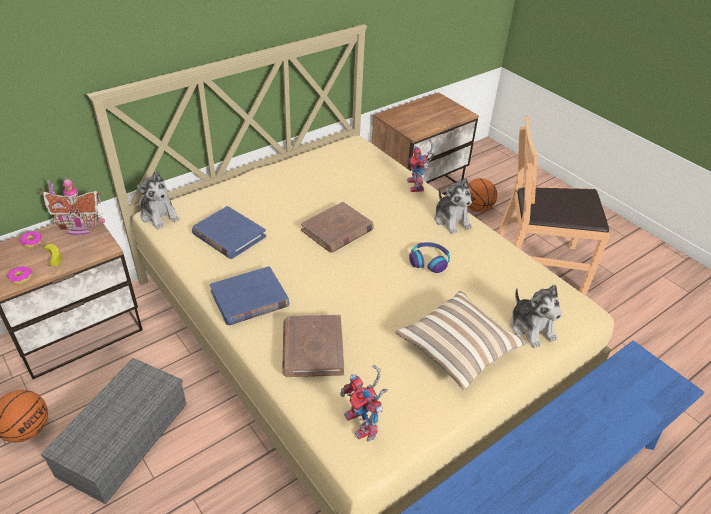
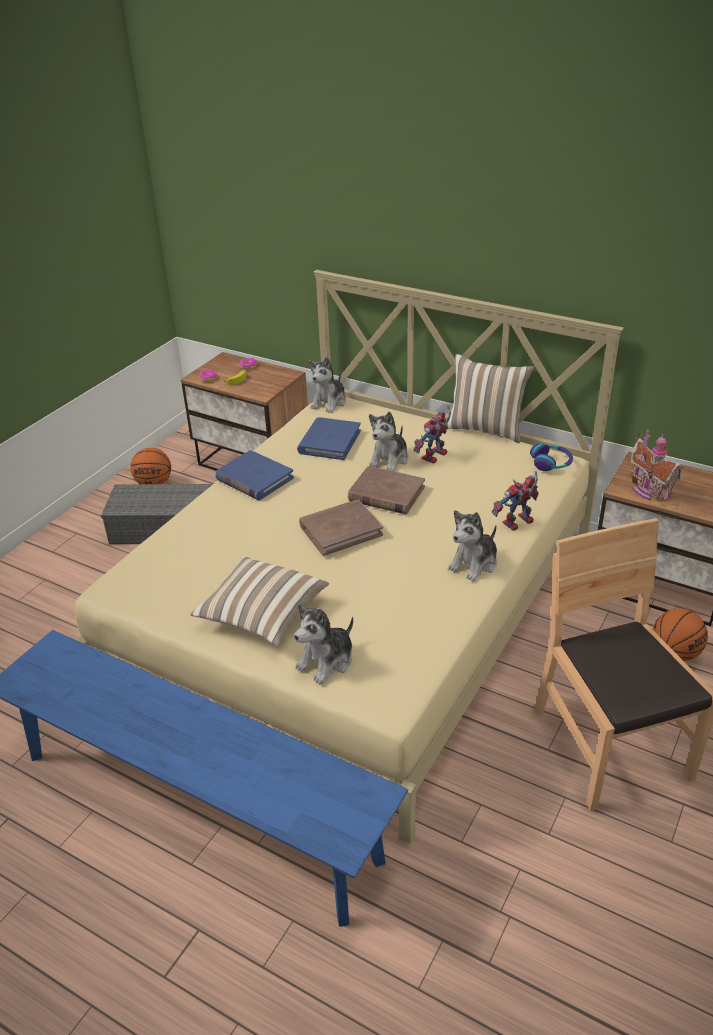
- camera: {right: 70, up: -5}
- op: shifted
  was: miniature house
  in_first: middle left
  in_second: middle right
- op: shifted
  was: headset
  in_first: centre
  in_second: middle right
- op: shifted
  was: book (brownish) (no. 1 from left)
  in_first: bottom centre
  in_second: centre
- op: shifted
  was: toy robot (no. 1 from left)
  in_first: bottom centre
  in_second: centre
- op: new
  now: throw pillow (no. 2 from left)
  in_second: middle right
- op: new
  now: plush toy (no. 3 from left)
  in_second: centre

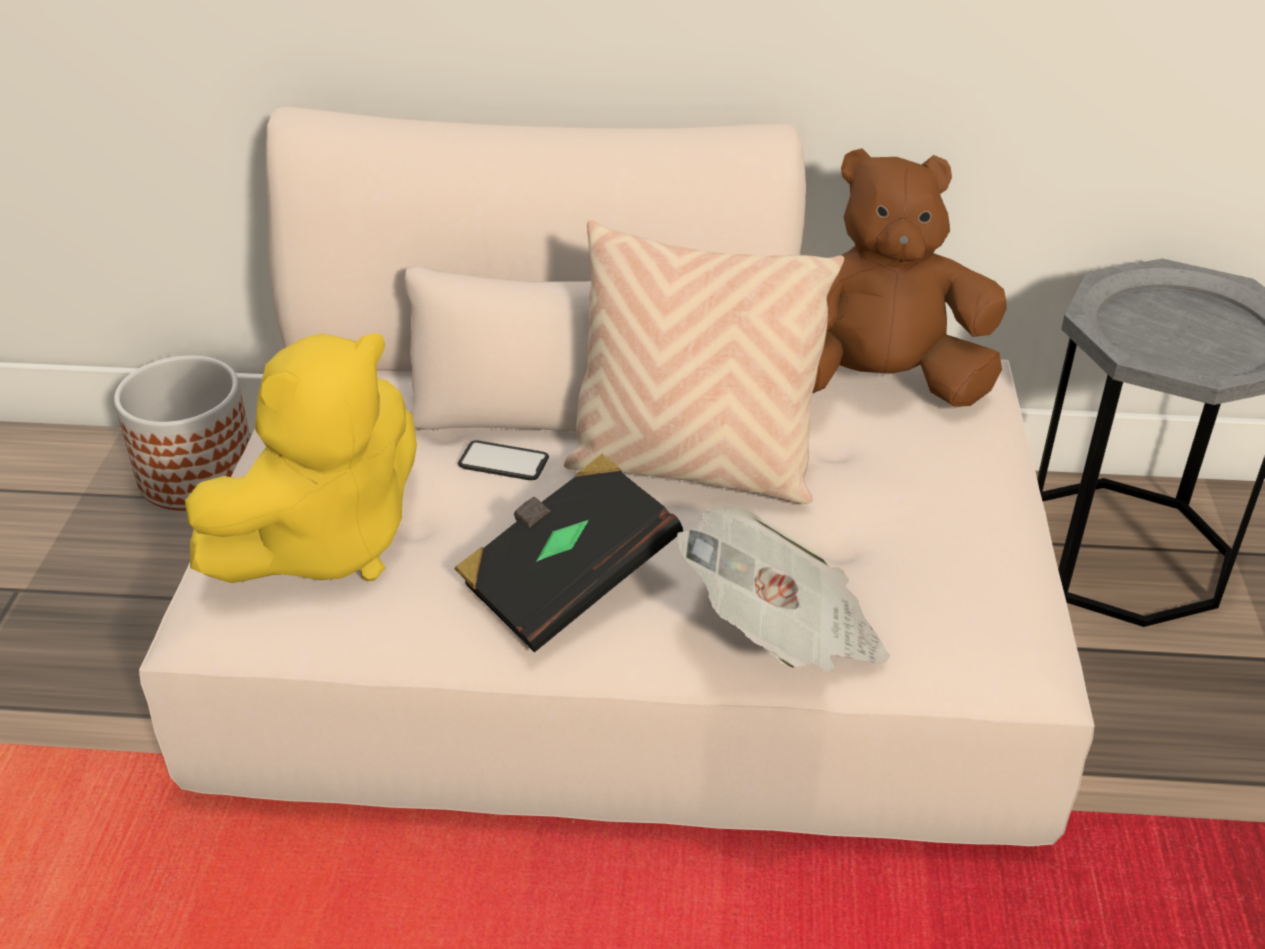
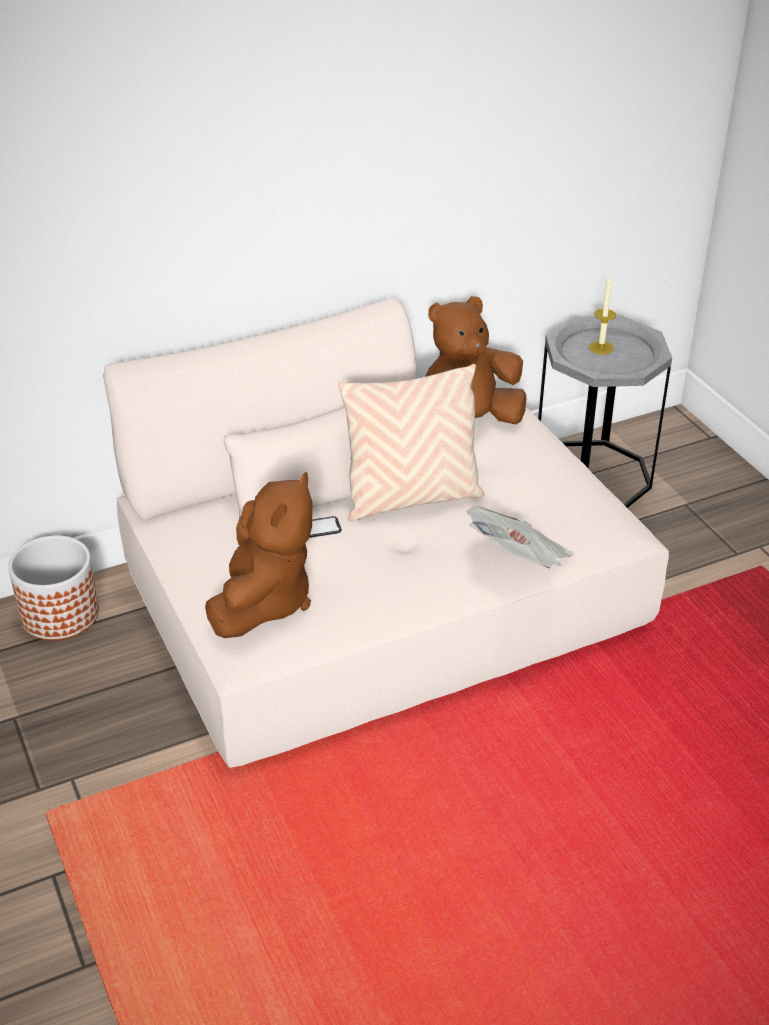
- camera: {right: -30, up: 0}
- op: repainted
  was: plush toy (yellow)
  now: plush toy (brownish) (no. 1 from left)
  in_first: middle left
  in_second: centre
- op: gone
  was: book (black-coloured)
  in_first: centre
- op: new
  now: candle
  in_second: top right

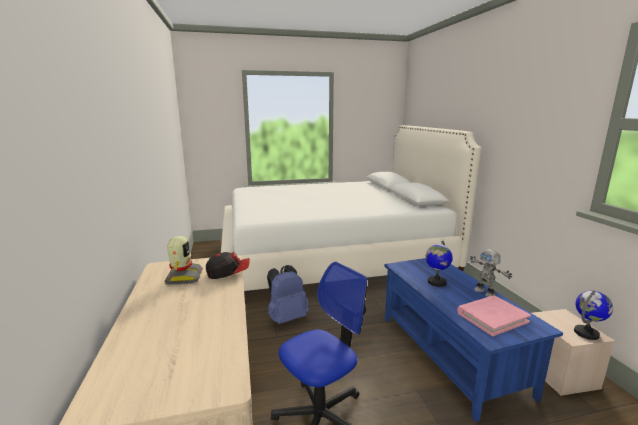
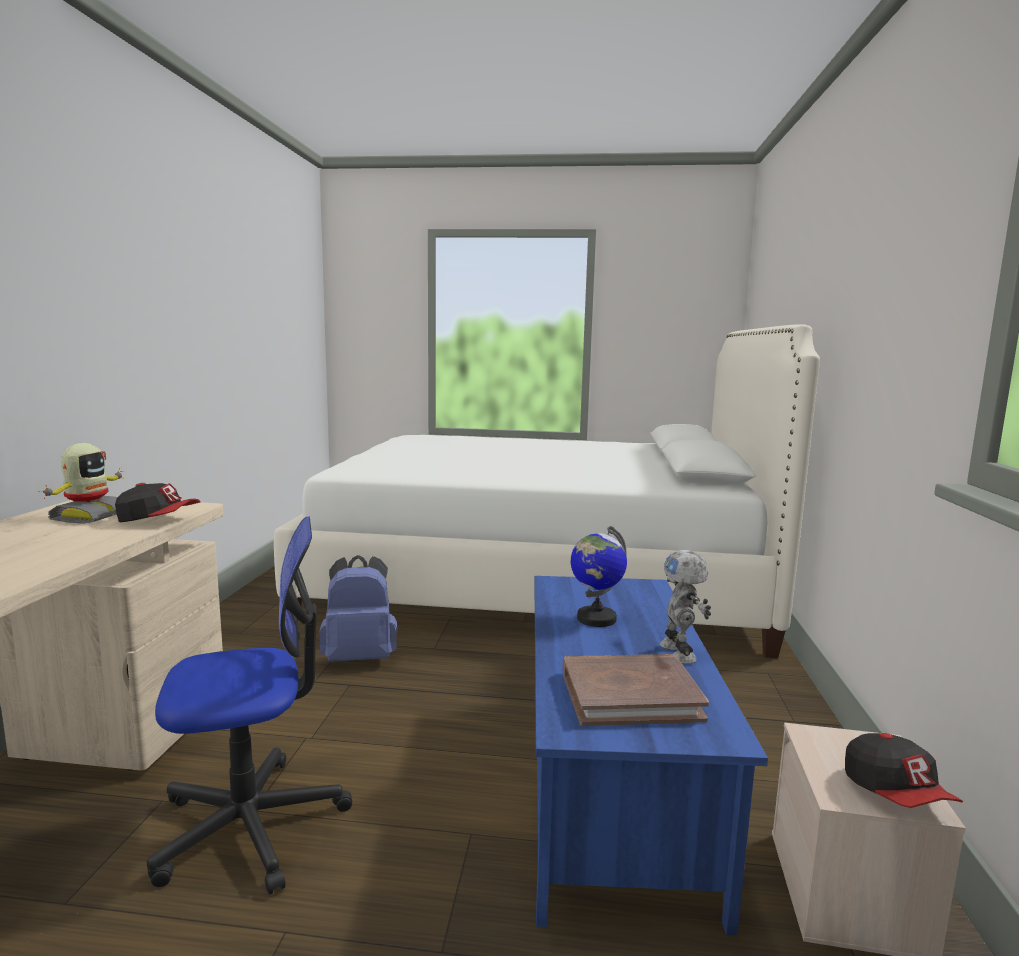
- camera: {right: 20, up: -5}
- op: swapped
  was: desk globe (no. 2 from left)
  now: cap (no. 2 from left)
  in_first: bottom right
  in_second: bottom right
- op: repainted
  was: book (pinkish)
  now: book (brownish)
  in_first: bottom right
  in_second: bottom centre

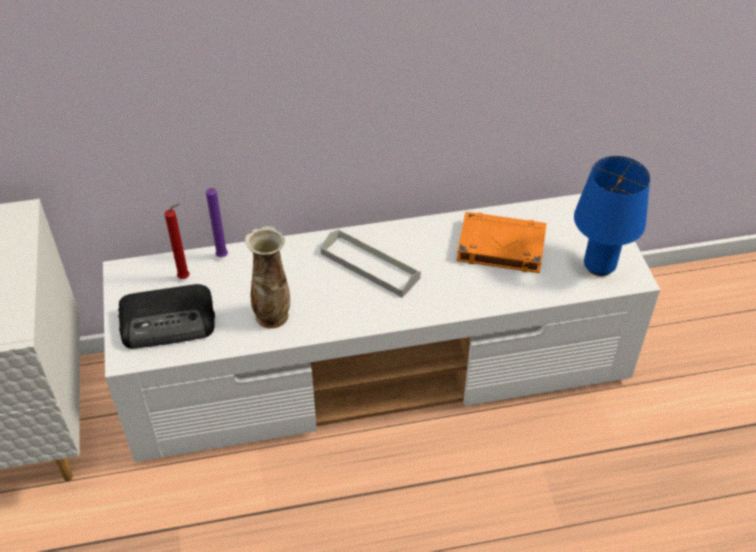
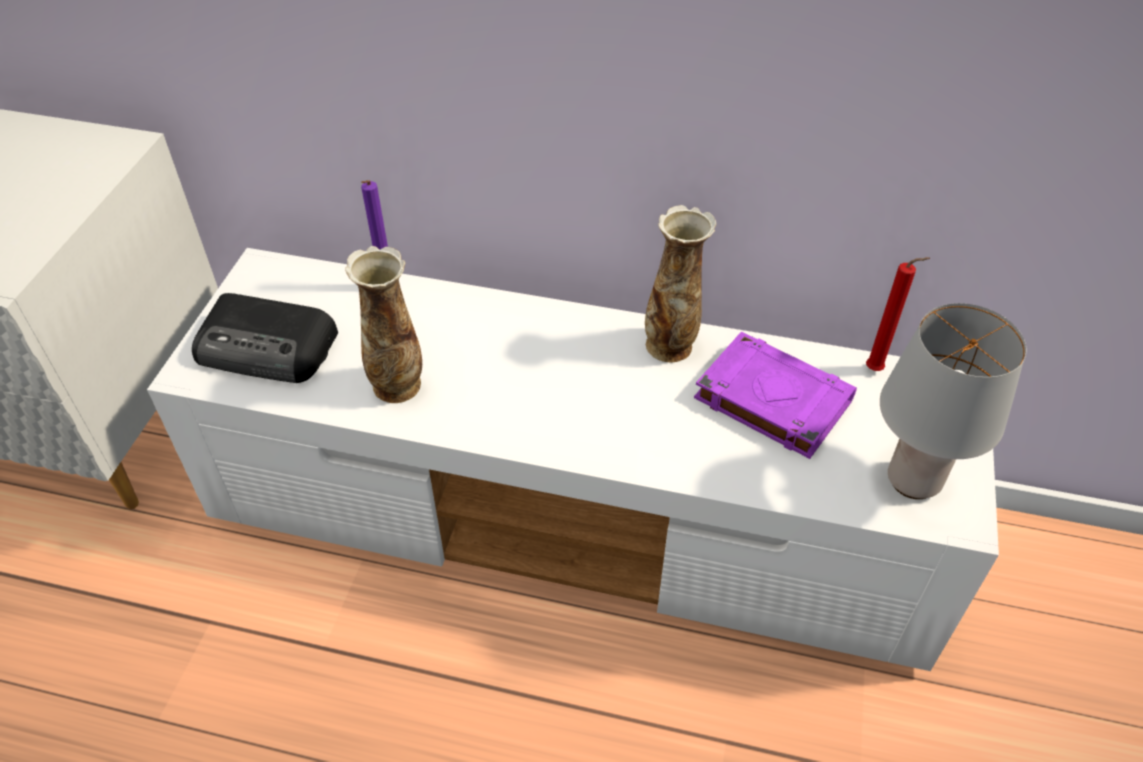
- camera: {right: 25, up: 0}
- op: repainted
  was: tabletop lamp (blue)
  now: tabletop lamp (greyish)
  in_first: middle right
  in_second: middle right
- op: shifted
  was: candle (red-coloured)
  in_first: middle left
  in_second: middle right
- op: repainted
  was: book (orangey)
  now: book (purple-coloured)
  in_first: centre
  in_second: middle right
- op: gone
  was: serving tray (greyish)
  in_first: centre
- op: new
  now: flower vase (no. 2 from left)
  in_second: centre

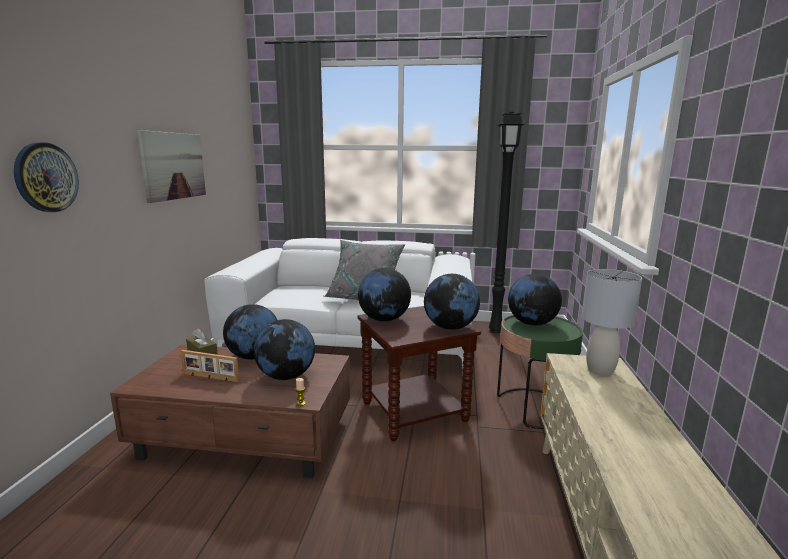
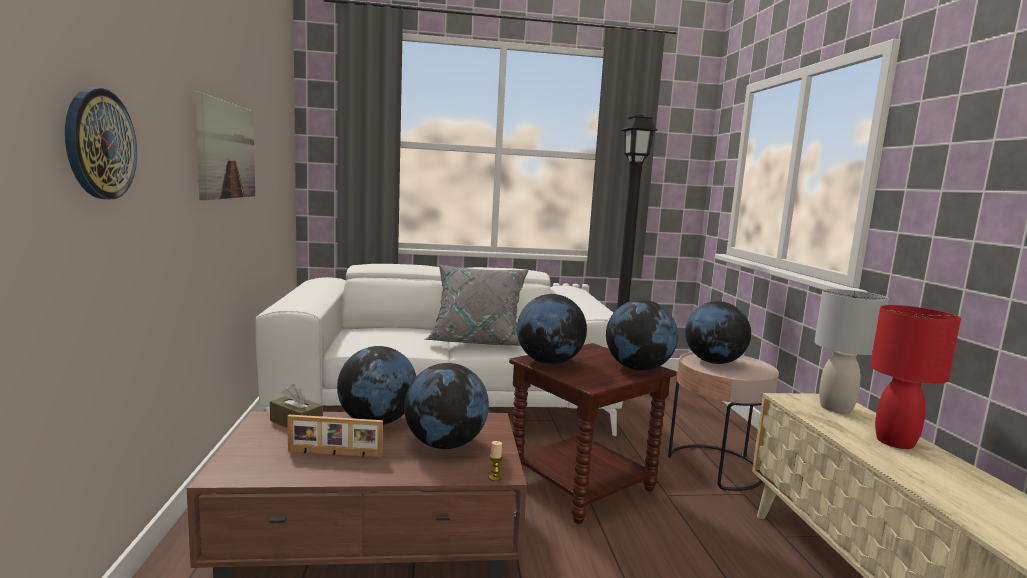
- camera: {right: -15, up: -5}
- op: repainted
  was: accent table (greenish)
  now: accent table (pinkish)
  in_first: middle right
  in_second: bottom right
- op: new
  now: tabletop lamp (red-coloured)
  in_second: middle right

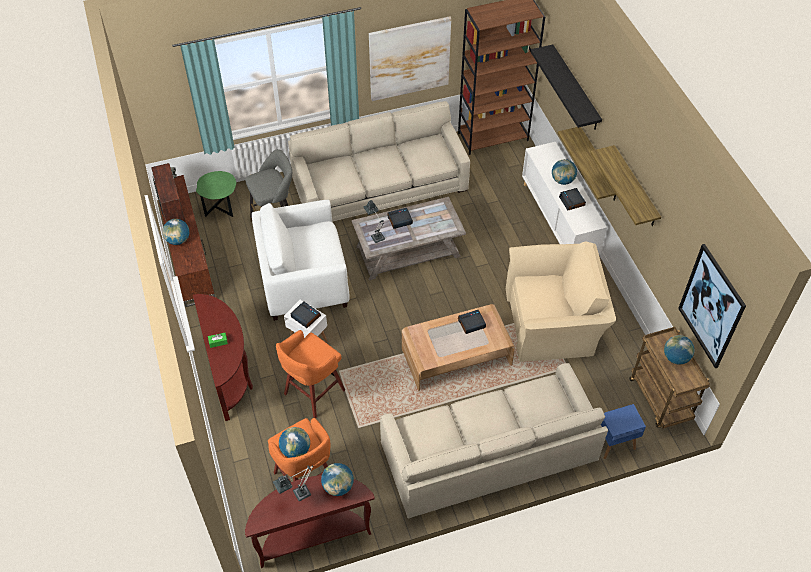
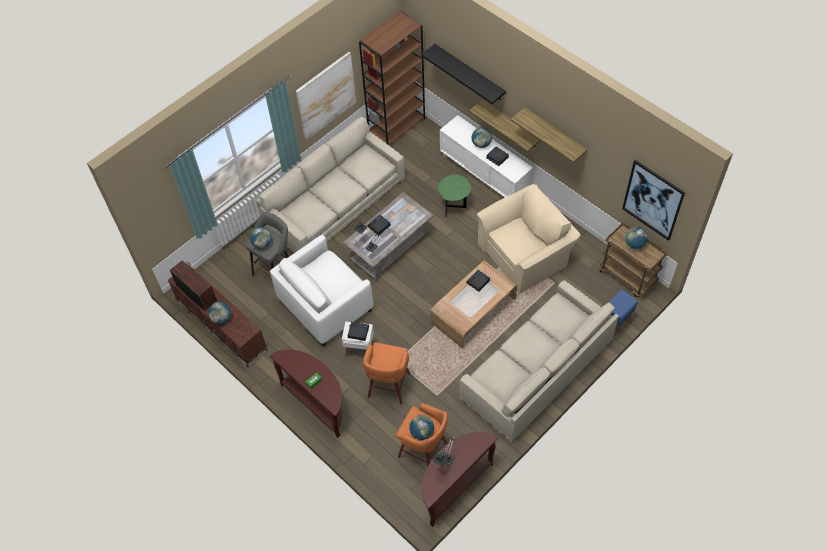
- camera: {right: -25, up: 5}
- op: shifted
  was: accent table (greenish)
  in_first: middle left
  in_second: centre
- op: shifted
  was: desk globe (no. 3 from left in the first image)
  now: desk globe (no. 2 from left)
  in_first: bottom centre
  in_second: middle left

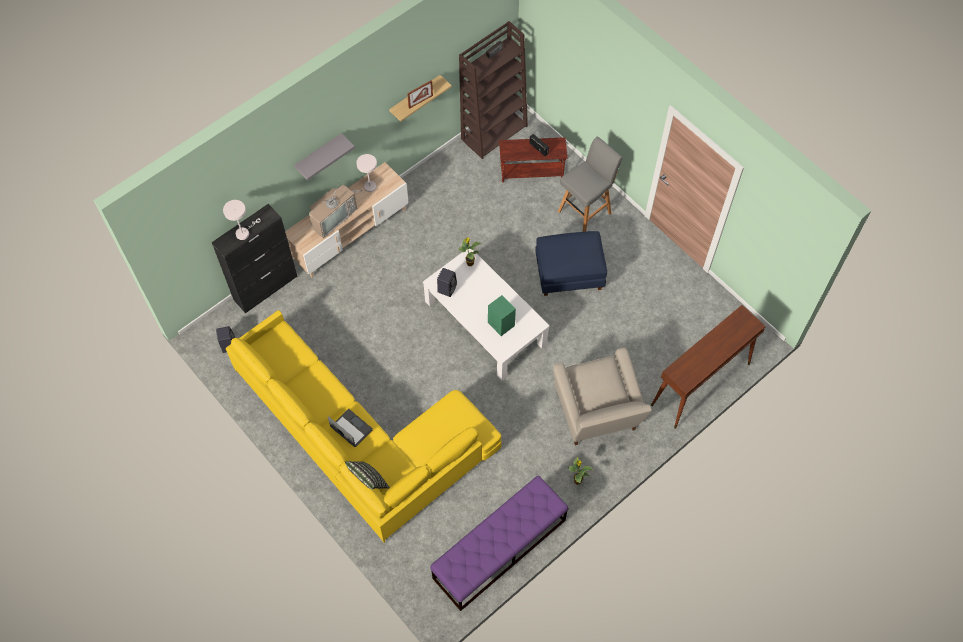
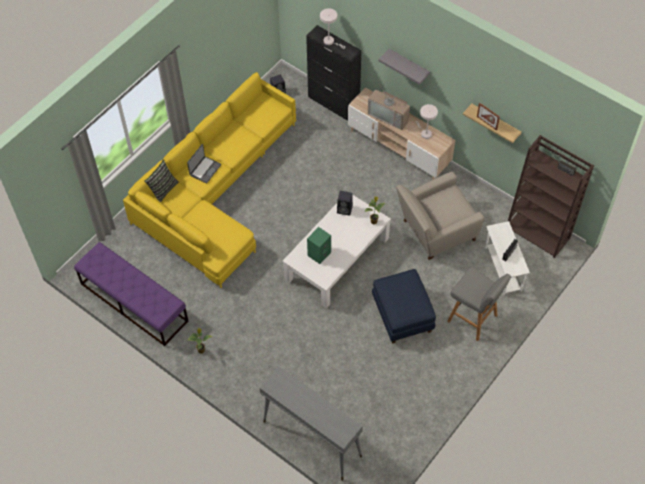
- camera: {right: 80, up: -5}
- op: repainted
  was: accent table (brownish)
  now: accent table (whitish)
  in_first: top centre
  in_second: middle right
- op: repainted
  was: console table (brownish)
  now: console table (greyish)
  in_first: middle right
  in_second: bottom centre
- op: shifted
  was: easy chair (beige)
  in_first: centre
  in_second: middle right

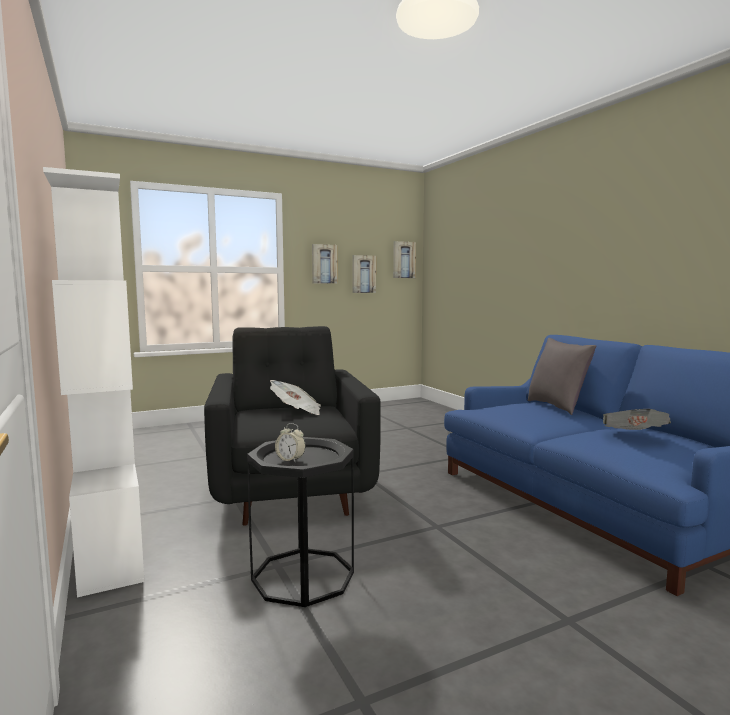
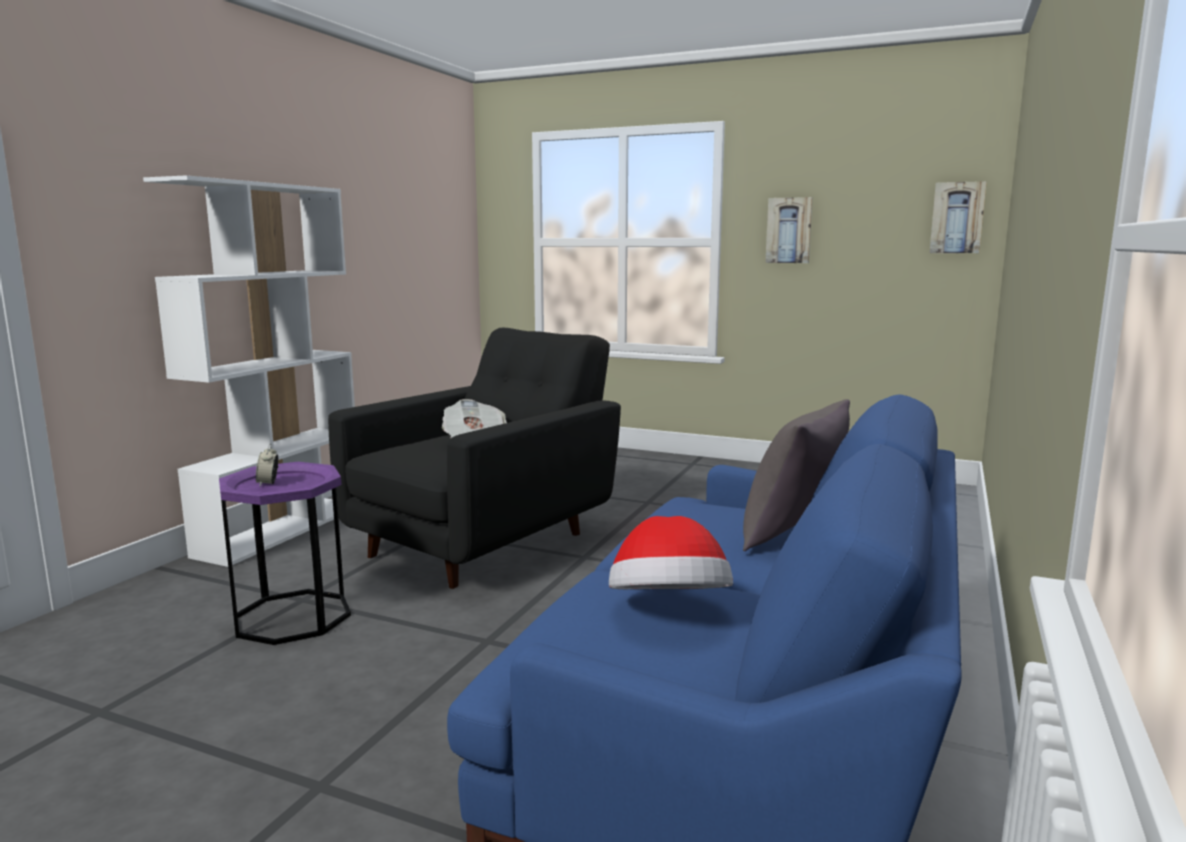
- camera: {right: 50, up: 5}
- op: gone
  was: picture (no. 2 from left)
  in_first: centre
- op: swapped
  was: newspaper (no. 2 from left)
  now: wearable hat
  in_first: middle right
  in_second: centre
- op: repainted
  was: accent table (black-coloured)
  now: accent table (purple-coloured)
  in_first: bottom centre
  in_second: middle left

